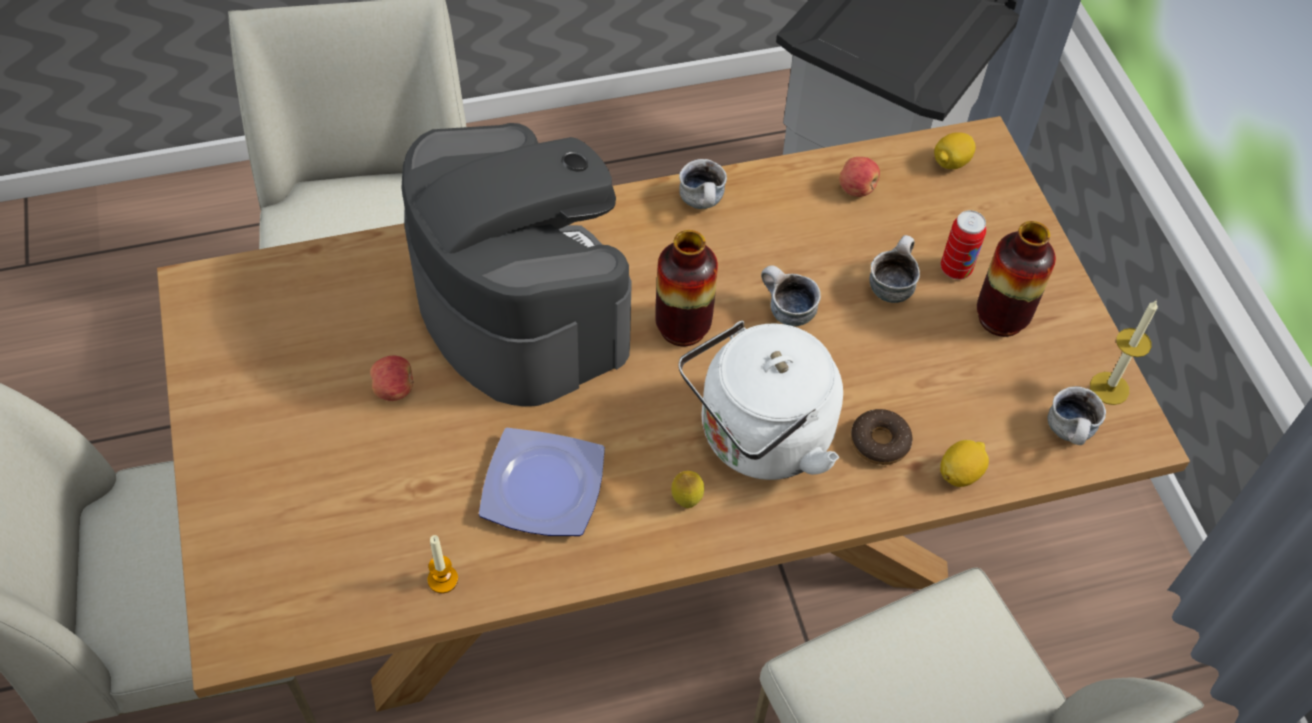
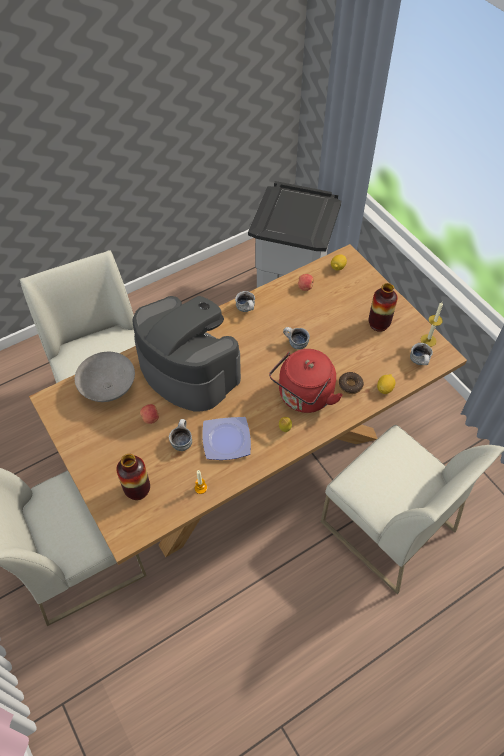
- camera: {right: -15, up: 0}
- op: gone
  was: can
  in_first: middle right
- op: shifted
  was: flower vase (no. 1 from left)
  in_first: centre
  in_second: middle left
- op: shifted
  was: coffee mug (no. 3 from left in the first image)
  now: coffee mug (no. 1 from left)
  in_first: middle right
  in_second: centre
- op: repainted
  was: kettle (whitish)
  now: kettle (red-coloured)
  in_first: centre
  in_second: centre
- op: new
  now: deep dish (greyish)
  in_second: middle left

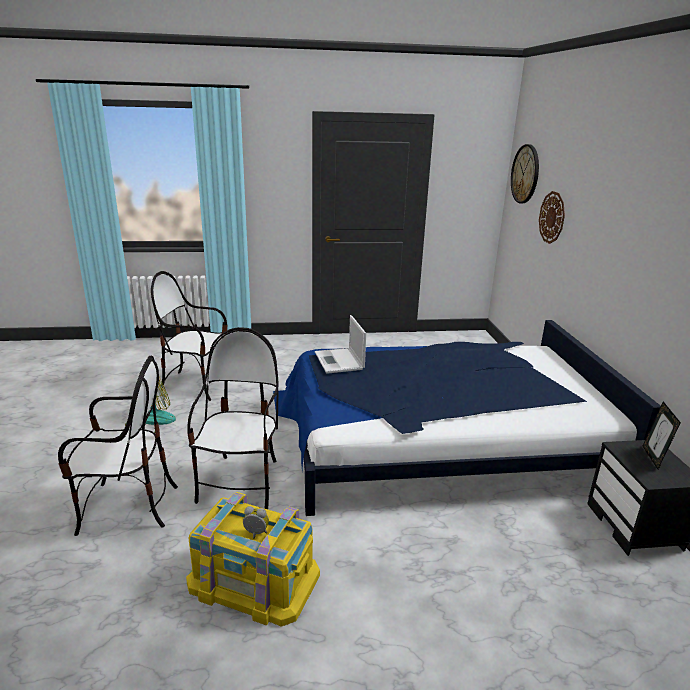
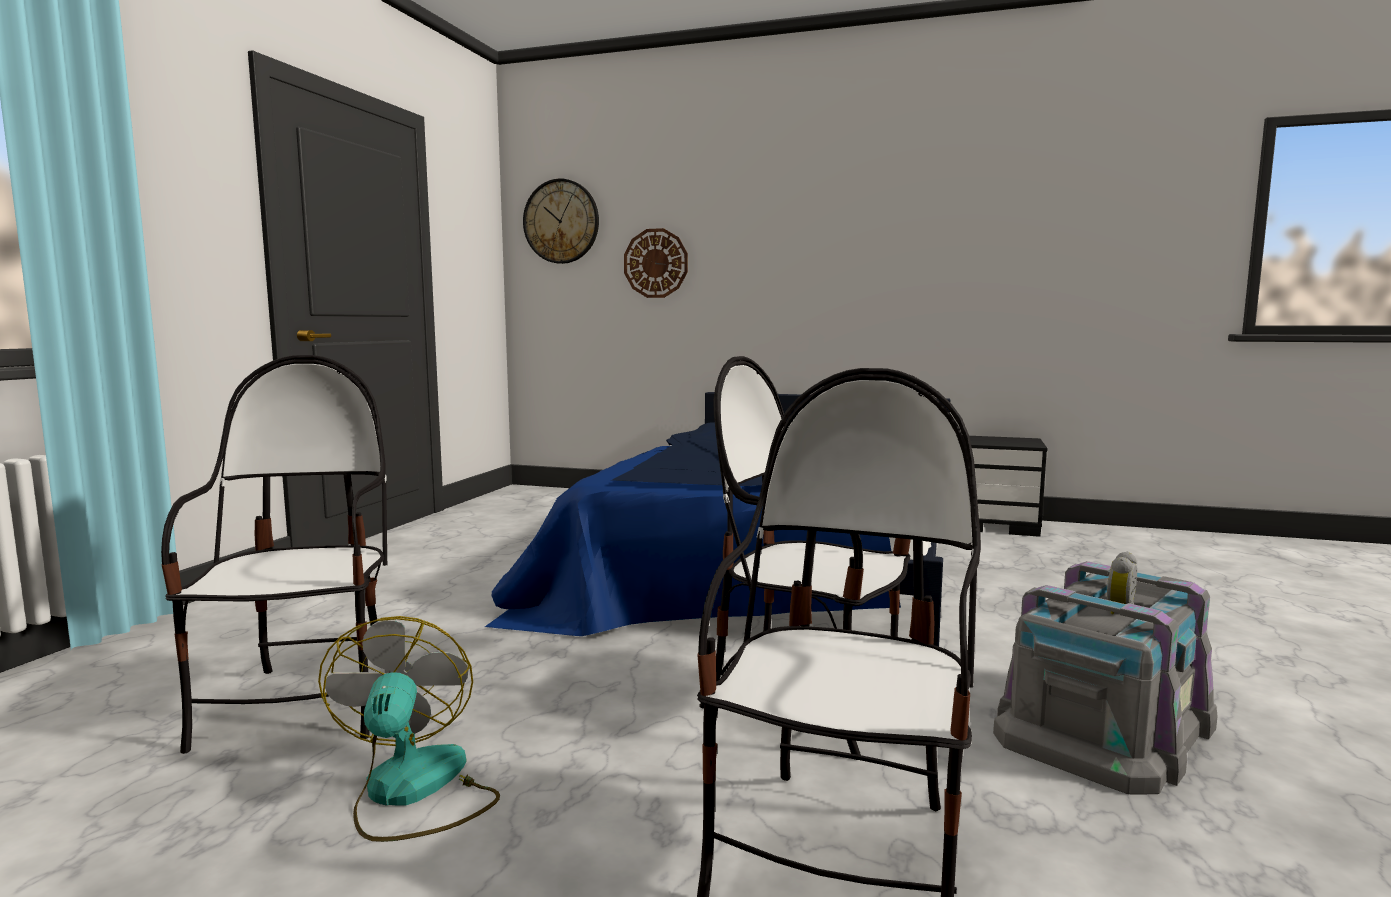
- camera: {right: -65, up: -15}
- op: rotated
  was: plain chair (no. 2 from left in the first image)
  in_first: middle left
  in_second: middle left
  clockwise: 135
- op: gone
  was: notebook computer
  in_first: centre
- op: gone
  was: photo frame
  in_first: middle right
- op: repainted
  was: storage box (yellow)
  now: storage box (greyish)
  in_first: bottom centre
  in_second: bottom right

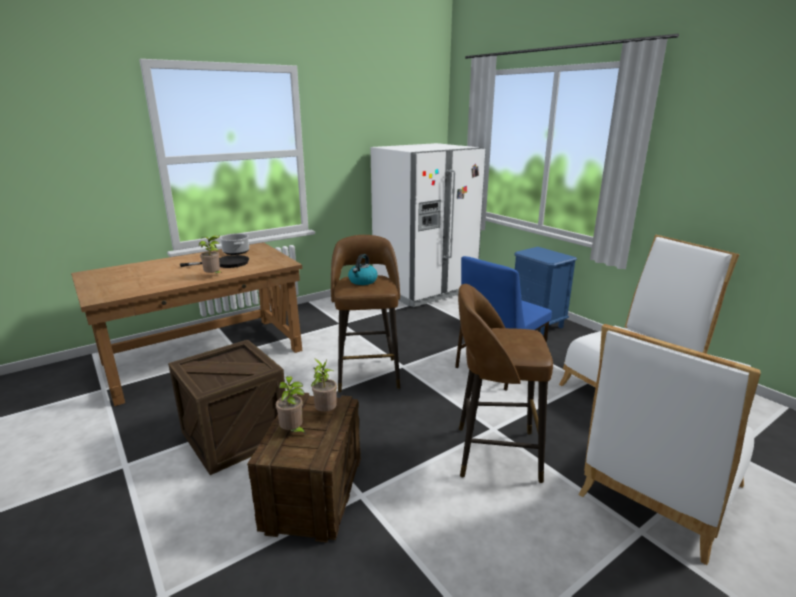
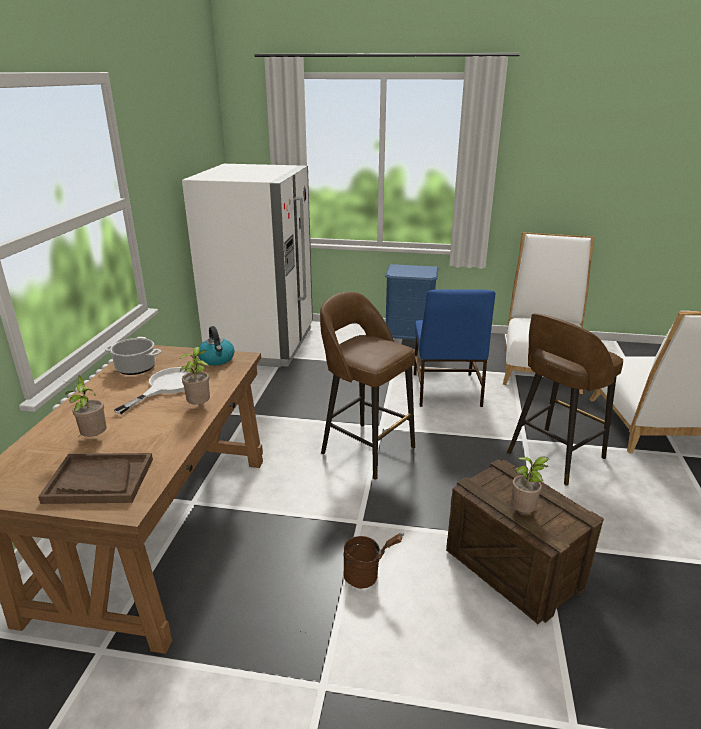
- camera: {right: -45, up: 5}
- op: shifted
  was: kettle
  in_first: centre
  in_second: middle left
- op: repainted
  was: frying pan (black-coloured)
  now: frying pan (whitish)
  in_first: middle left
  in_second: middle left
- op: swapped
  was: shipping crate (no. 1 from left)
  now: pail (brownish)
  in_first: bottom left
  in_second: bottom centre
- op: shifted
  was: plant in a pot (no. 3 from left in the first image)
  now: plant in a pot (no. 1 from left)
  in_first: centre
  in_second: middle left
- op: new
  now: serving tray (brownish)
  in_second: middle left

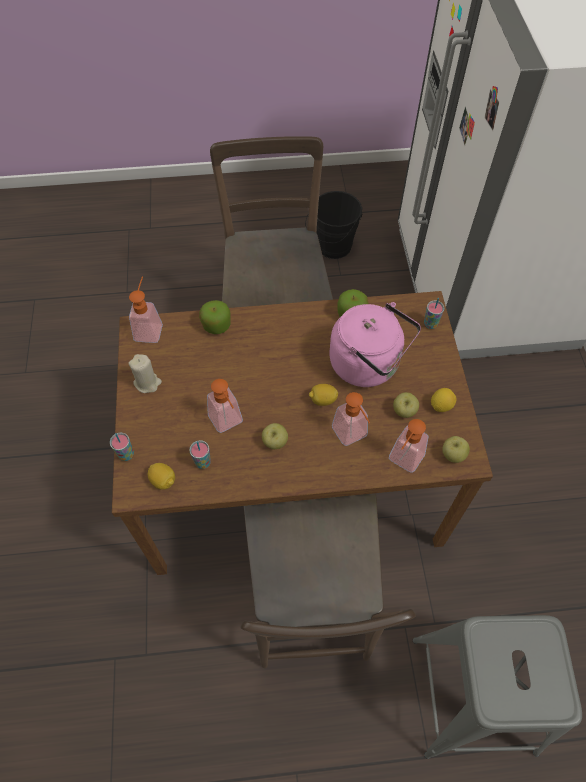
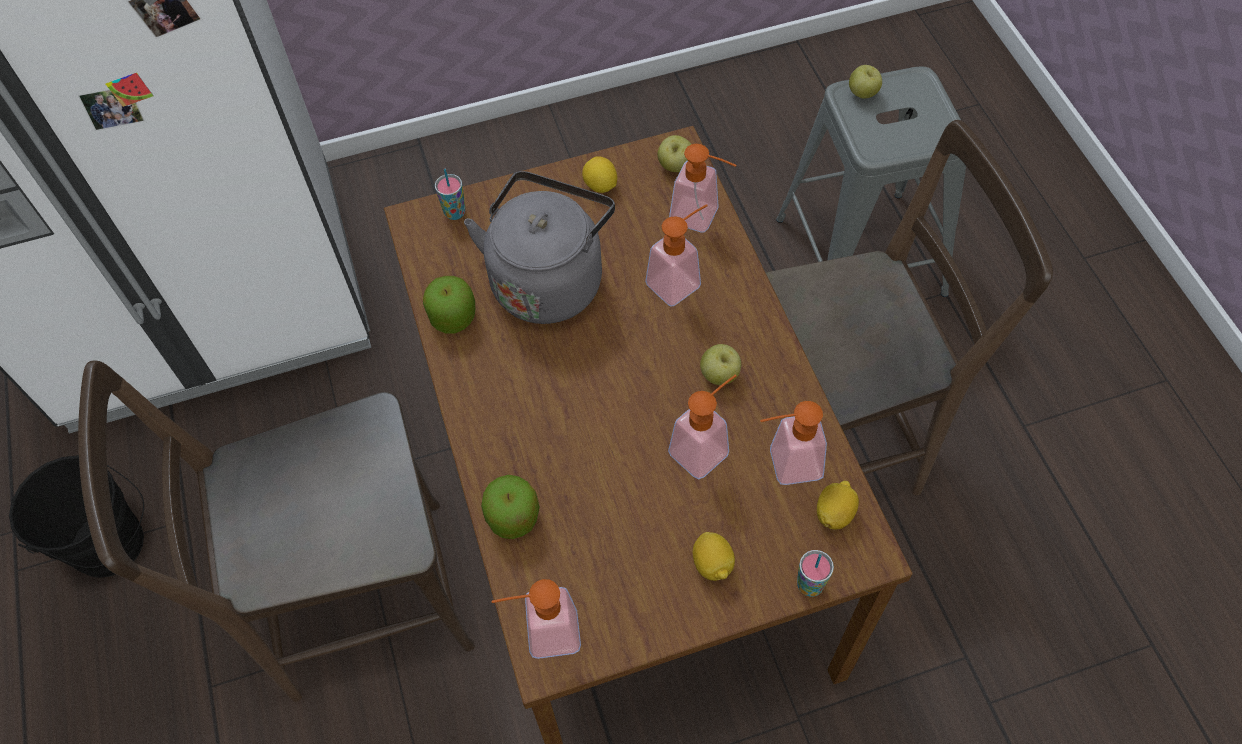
- camera: {right: -100, up: 0}
- op: repainted
  was: kettle (pinkish)
  now: kettle (greyish)
  in_first: centre
  in_second: top centre
- op: gone
  was: candle (beige)
  in_first: middle left
- op: shifted
  was: citrus fruit (no. 2 from left)
  in_first: centre
  in_second: bottom centre
- op: shifted
  was: apple fruit (no. 4 from left in the first image)
  now: apple fruit (no. 5 from left)
  in_first: middle right
  in_second: top right
- op: swapped
  was: small cup (no. 2 from left)
  now: soap dispenser (no. 5 from left)
  in_first: centre
  in_second: centre

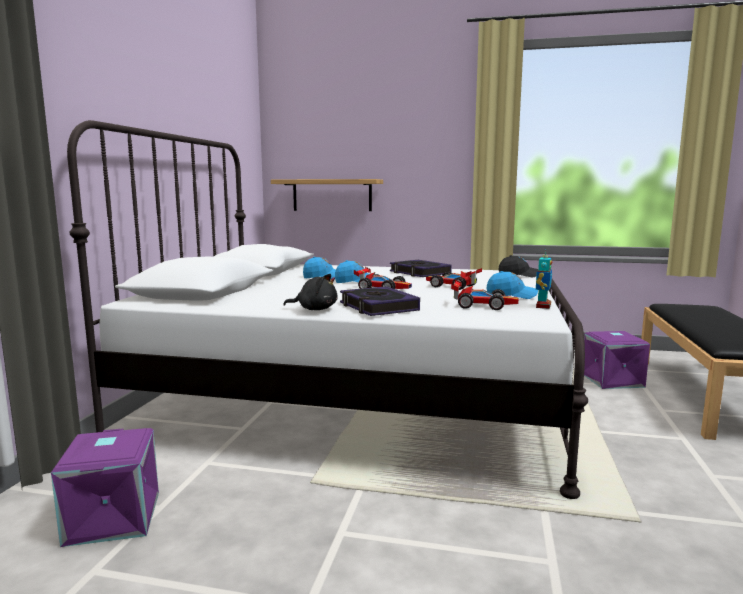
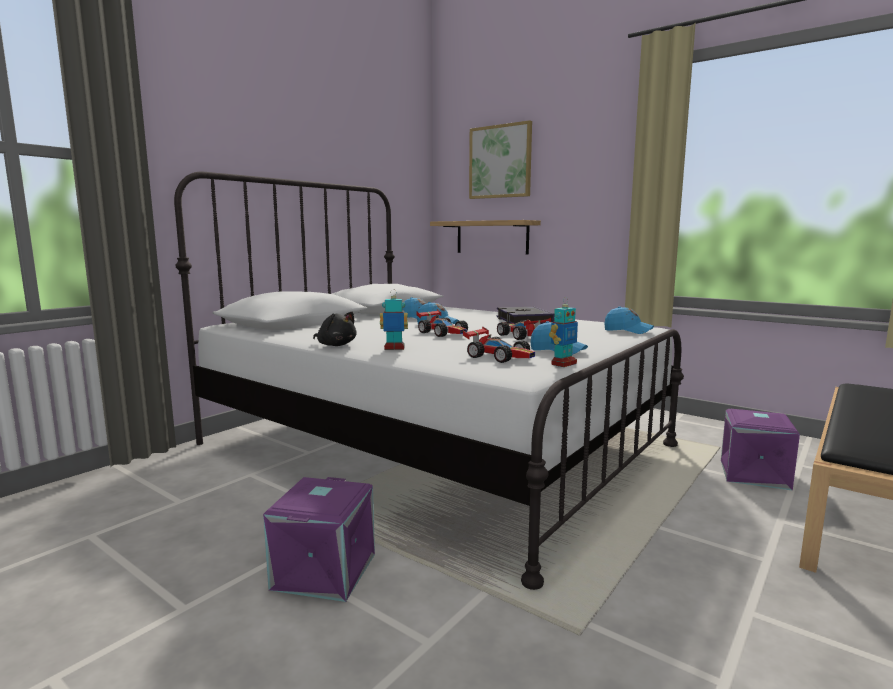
- camera: {right: 25, up: 0}
- op: repainted
  was: cap (black-coloured)
  now: cap (blue) (no. 4 from left)
  in_first: middle right
  in_second: middle right
- op: swapped
  was: book (no. 1 from left)
  now: toy robot (no. 1 from left)
  in_first: centre
  in_second: centre
- op: shifted
  was: storage box (purple-coloured) (no. 1 from left)
  in_first: bottom left
  in_second: bottom centre
- op: new
  now: picture
  in_second: top centre

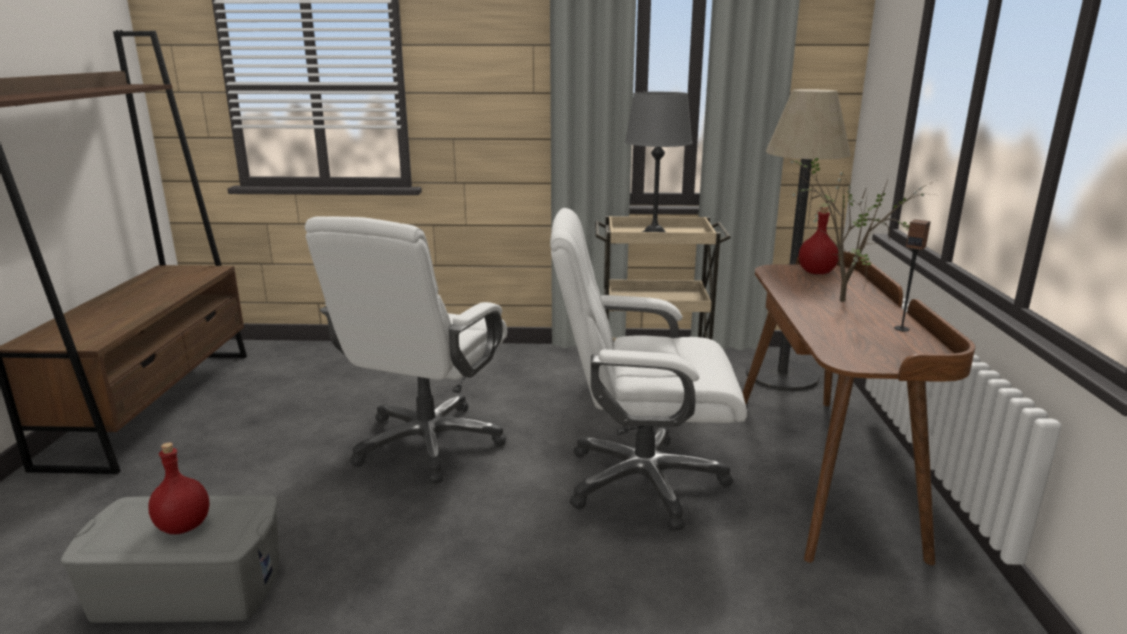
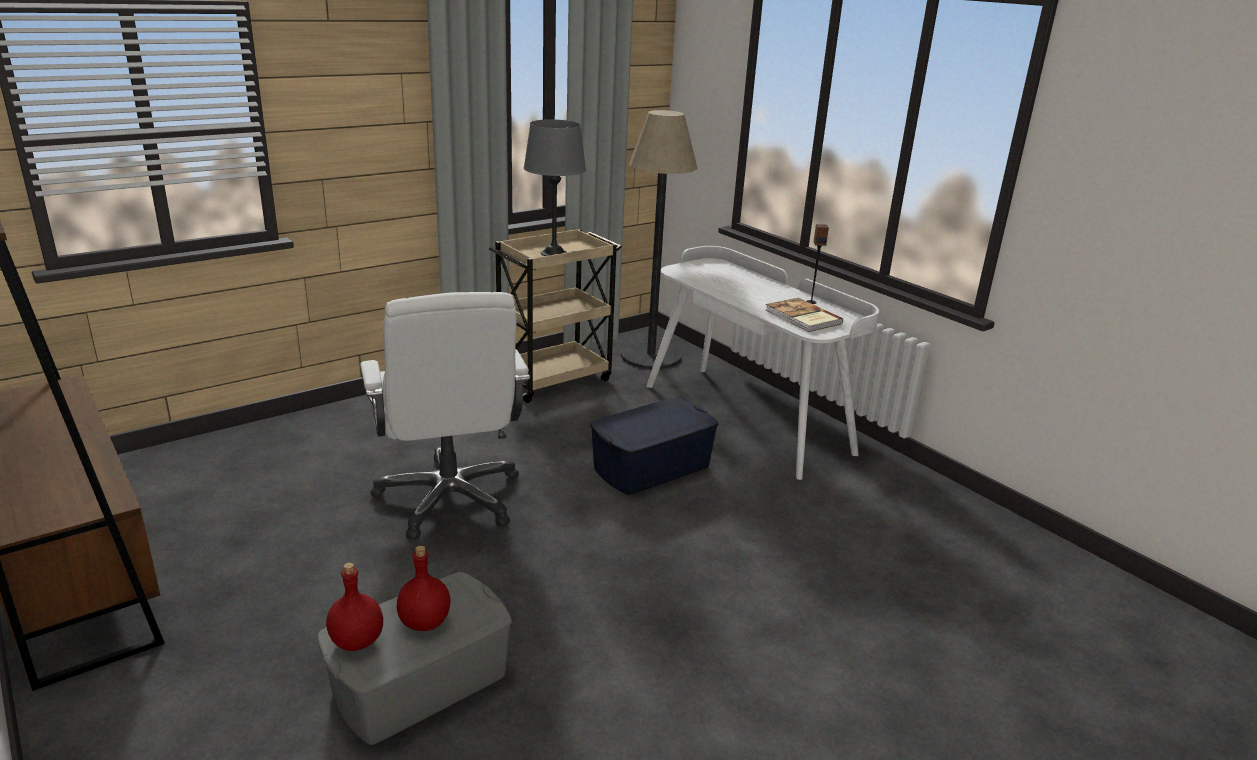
- camera: {right: -40, up: 5}
- op: gone
  was: plant in a pot
  in_first: middle right
- op: shifted
  was: bottle (red-coloured) (no. 2 from left in the first image)
  now: bottle (red-coloured) (no. 1 from left)
  in_first: middle right
  in_second: bottom left
- op: swapped
  was: office chair (whitish) (no. 2 from left)
  now: storage box (blue)
  in_first: centre
  in_second: centre
- op: repainted
  was: desk (brownish)
  now: desk (whitish)
  in_first: middle right
  in_second: centre
- op: new
  now: book
  in_second: centre

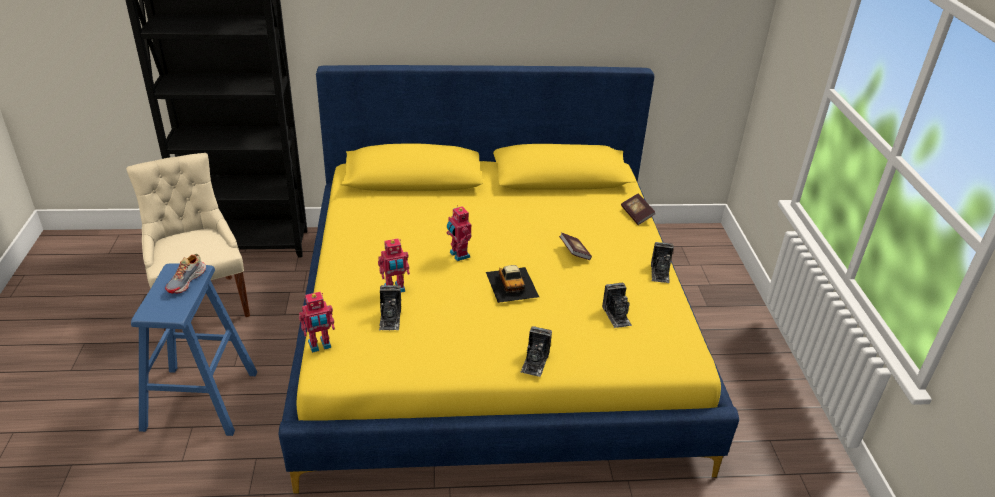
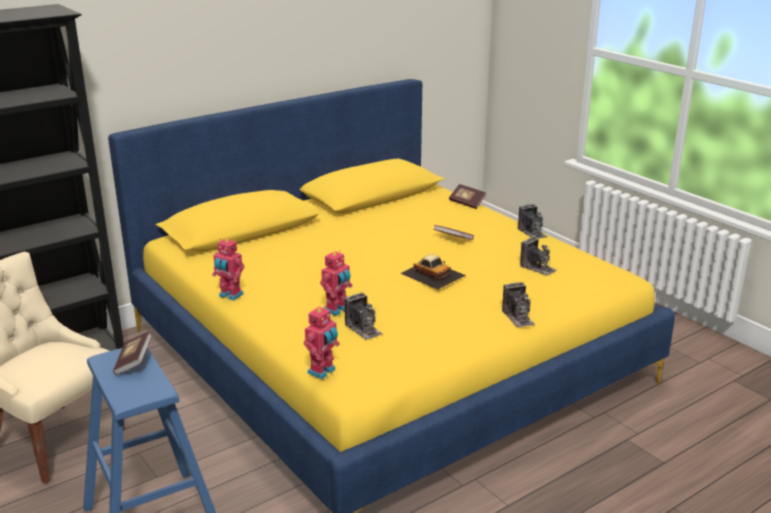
- camera: {right: -30, up: -10}
- op: shifted
  was: toy robot (no. 3 from left in the first image)
  now: toy robot (no. 1 from left)
  in_first: centre
  in_second: middle left
- op: swapped
  was: low shoe
  now: book (no. 1 from left)
  in_first: middle left
  in_second: bottom left

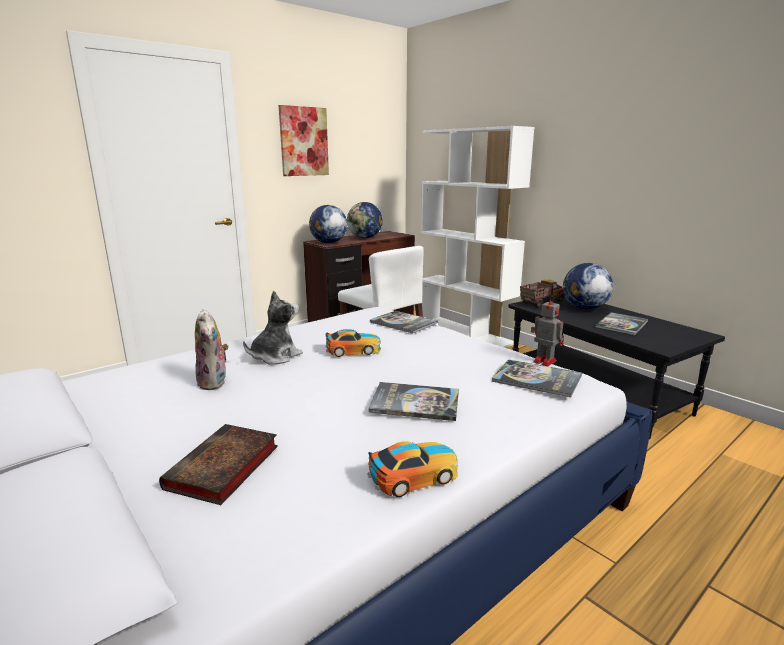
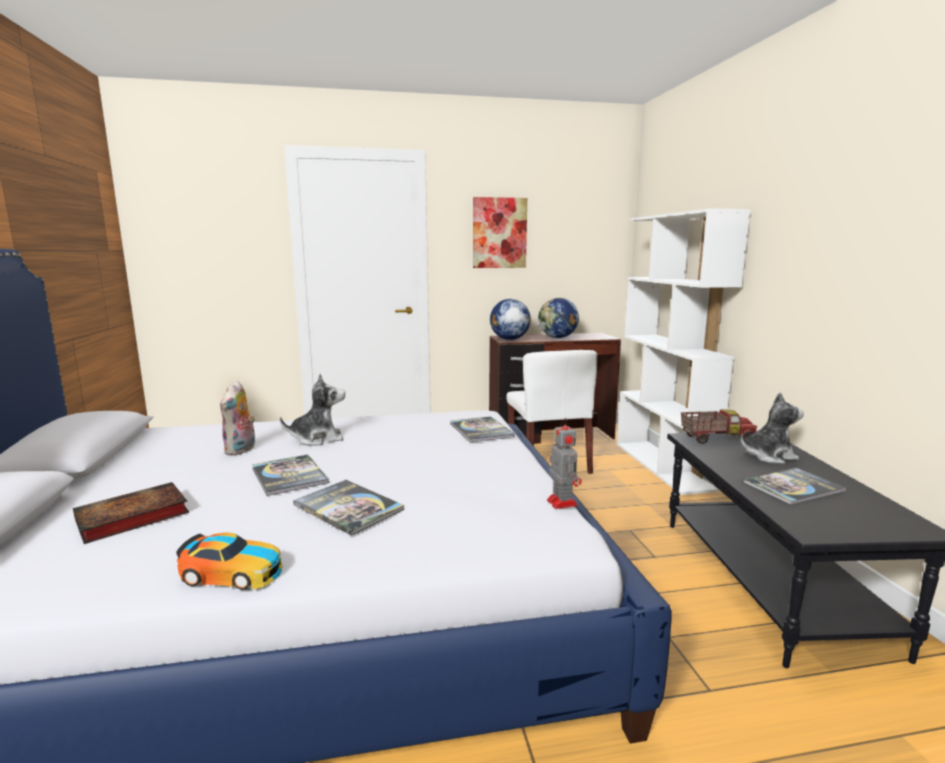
- camera: {right: 30, up: -5}
- op: swapped
  was: desk globe (no. 3 from left)
  now: plush toy (no. 3 from left)
  in_first: middle right
  in_second: middle right
- op: gone
  was: model car (no. 1 from left)
  in_first: centre
- op: shifted
  was: book (no. 4 from left in the first image)
  now: book (no. 2 from left)
  in_first: middle right
  in_second: middle left

